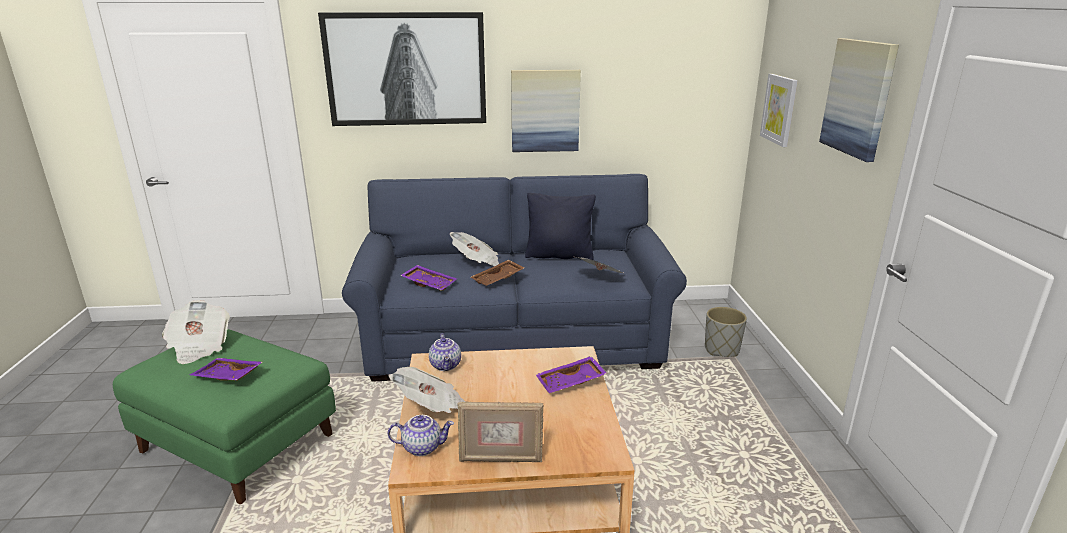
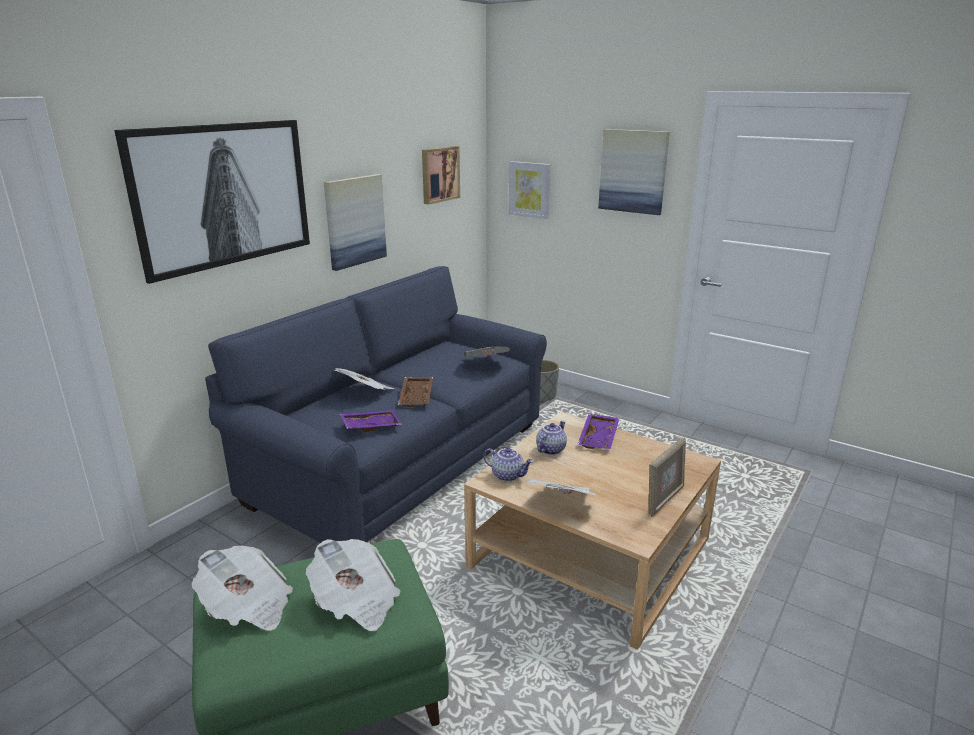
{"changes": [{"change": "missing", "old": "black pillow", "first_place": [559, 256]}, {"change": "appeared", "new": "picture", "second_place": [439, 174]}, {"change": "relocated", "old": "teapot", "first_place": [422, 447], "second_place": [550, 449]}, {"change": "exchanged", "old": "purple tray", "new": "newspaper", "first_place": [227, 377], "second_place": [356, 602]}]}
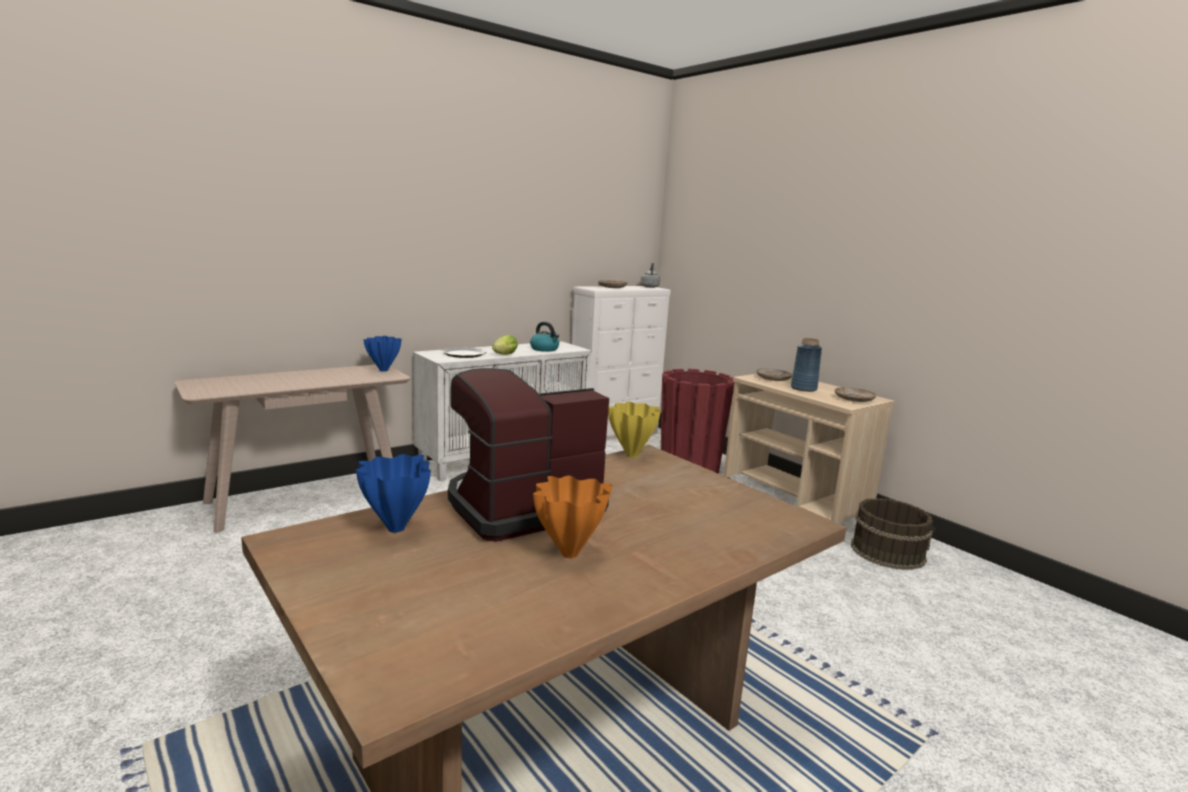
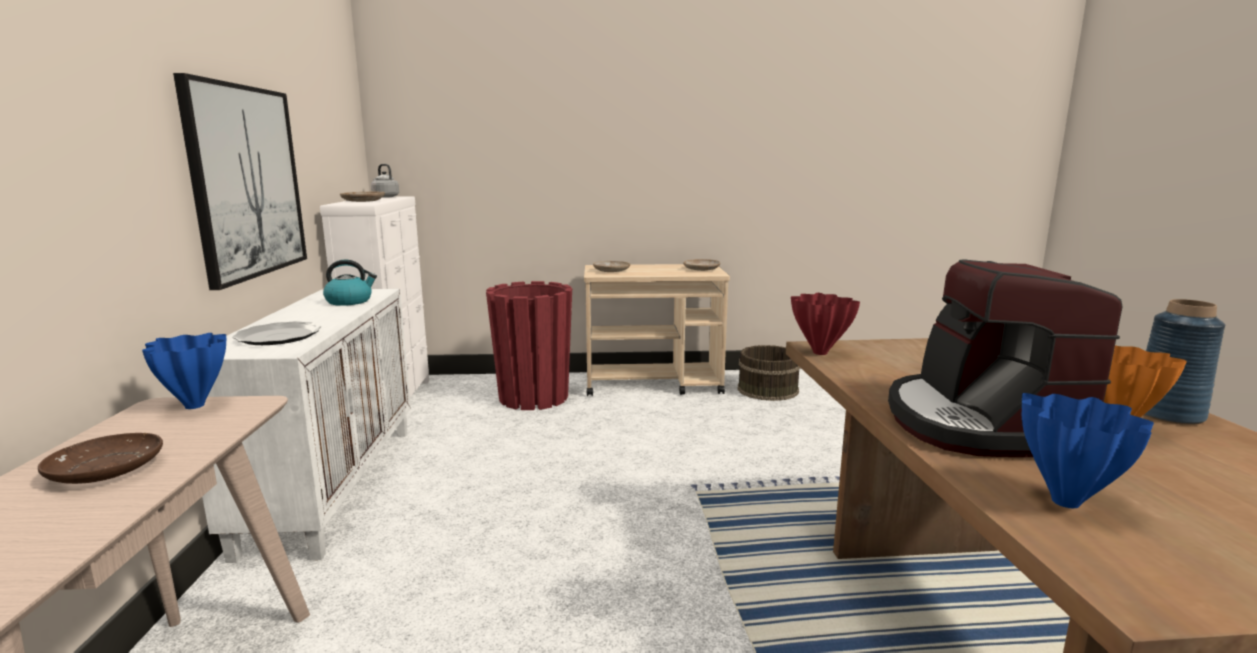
{"changes": [{"change": "missing", "old": "lettuce", "first_place": [503, 355]}, {"change": "appeared", "new": "brown plate", "second_place": [106, 470]}, {"change": "appeared", "new": "picture", "second_place": [247, 182]}, {"change": "relocated", "old": "blue vase", "first_place": [803, 388], "second_place": [1168, 414]}, {"change": "colour", "old": "yellow vase", "new": "red vase", "first_place": [631, 455], "second_place": [818, 352]}]}
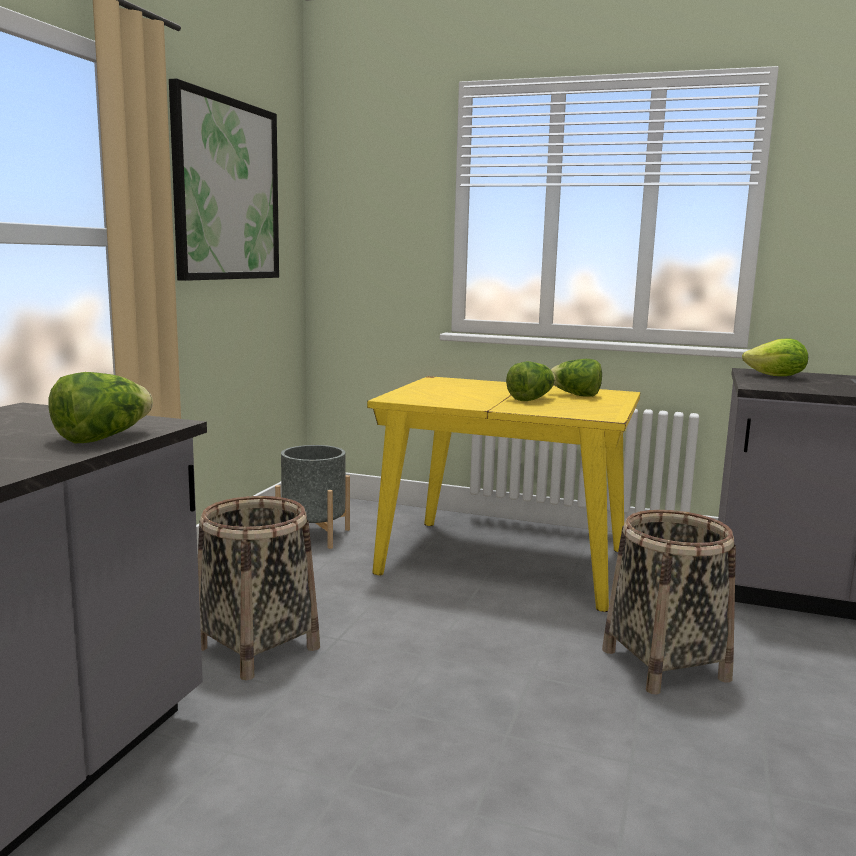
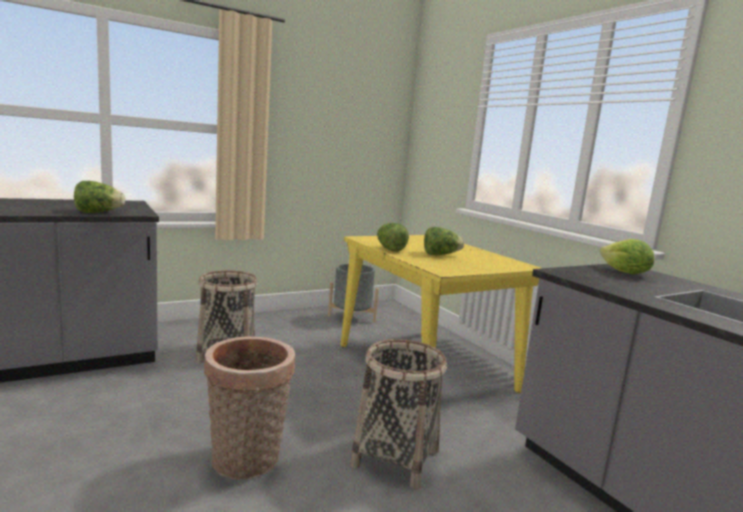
{"changes": [{"change": "missing", "old": "picture", "first_place": [227, 190]}, {"change": "appeared", "new": "basket", "second_place": [247, 462]}, {"change": "relocated", "old": "lettuce", "first_place": [575, 395], "second_place": [389, 249]}]}
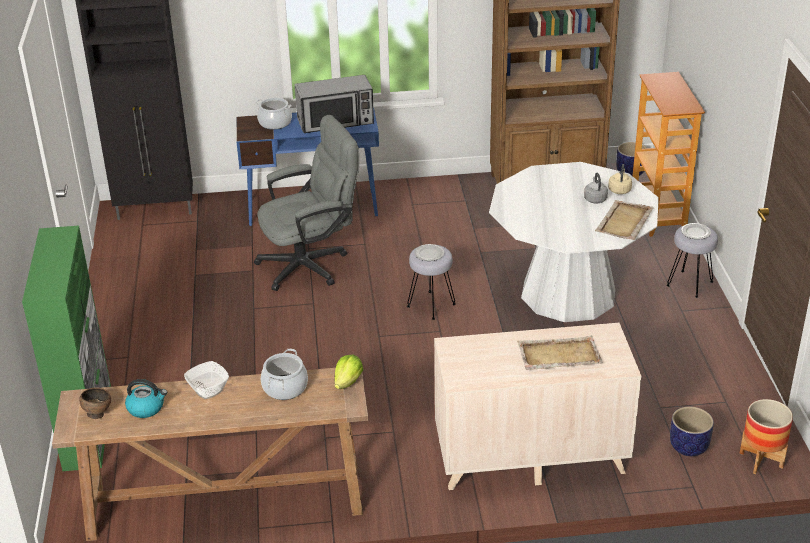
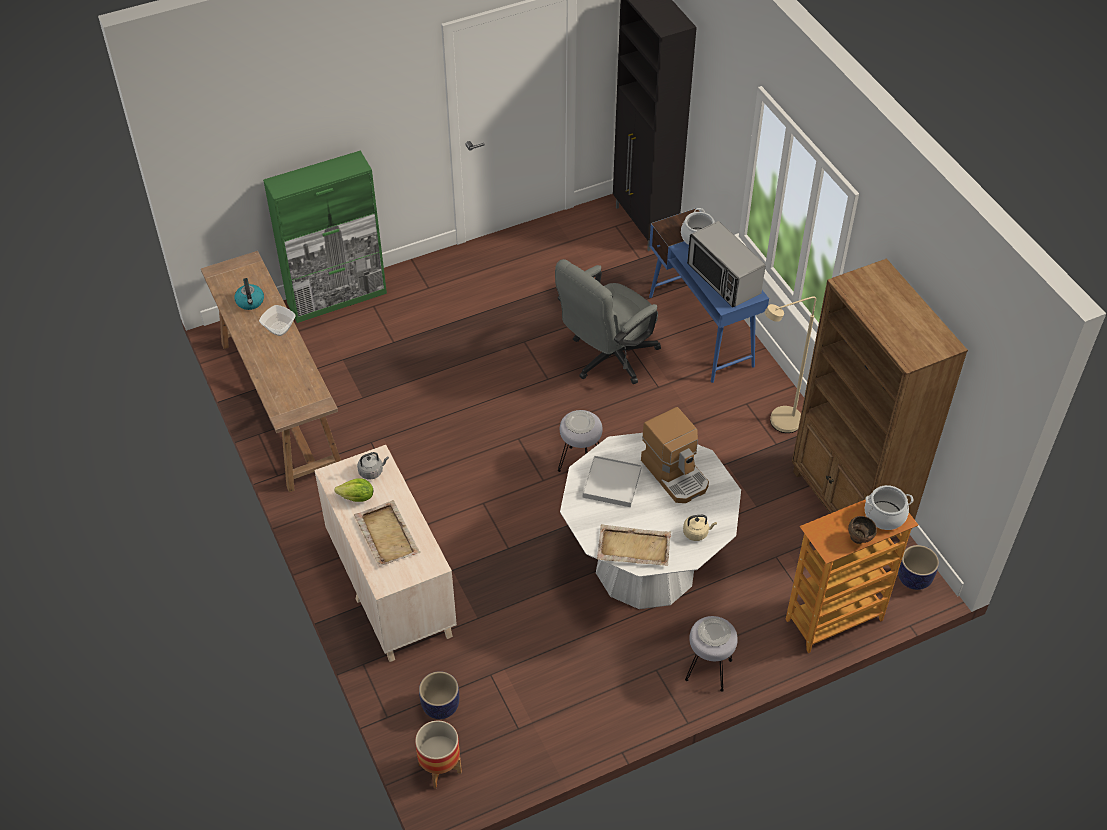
{"changes": [{"change": "appeared", "new": "white tray", "second_place": [612, 483]}, {"change": "appeared", "new": "coffee machine", "second_place": [676, 473]}, {"change": "appeared", "new": "beige floor lamp", "second_place": [777, 424]}, {"change": "relocated", "old": "brown bowl", "first_place": [97, 414], "second_place": [859, 538]}, {"change": "relocated", "old": "cooking pot", "first_place": [285, 388], "second_place": [884, 515]}, {"change": "relocated", "old": "lettuce", "first_place": [348, 382], "second_place": [357, 498]}, {"change": "relocated", "old": "grey kettle", "first_place": [595, 199], "second_place": [372, 471]}, {"change": "spun", "old": "grey office chair", "first_place": [311, 264], "second_place": [607, 359], "degrees": 90}]}
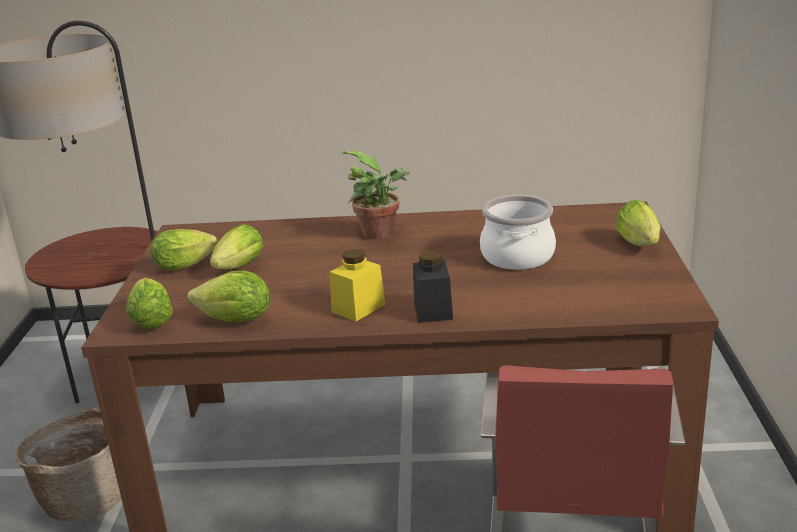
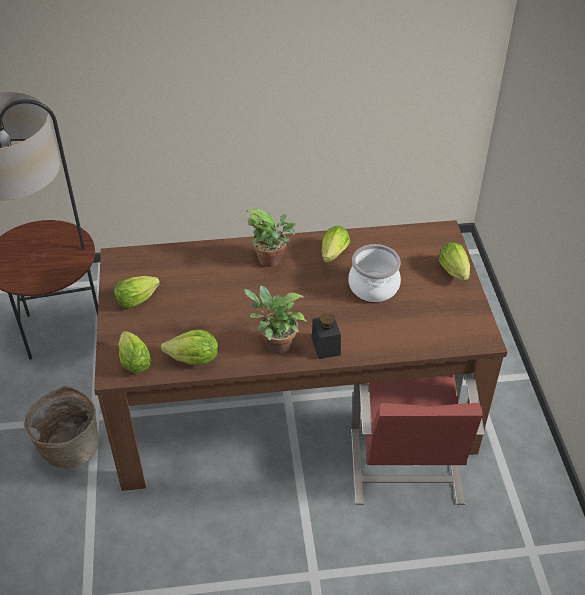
{"changes": [{"change": "relocated", "old": "lettuce", "first_place": [237, 268], "second_place": [333, 256]}, {"change": "exchanged", "old": "yellow jar", "new": "potted plant", "first_place": [358, 308], "second_place": [275, 345]}]}
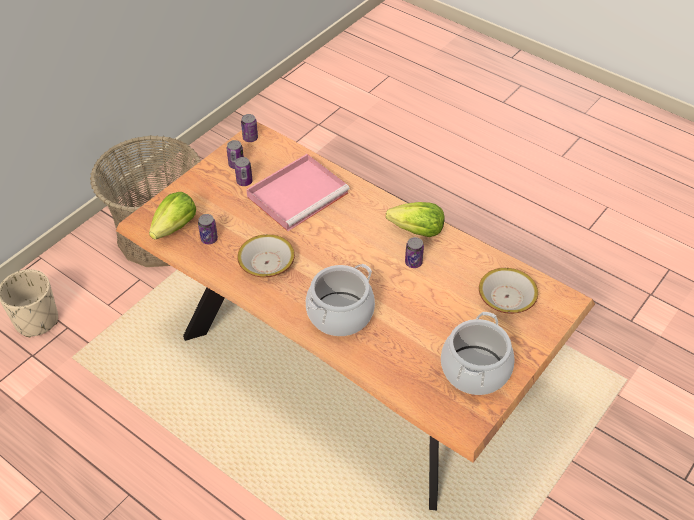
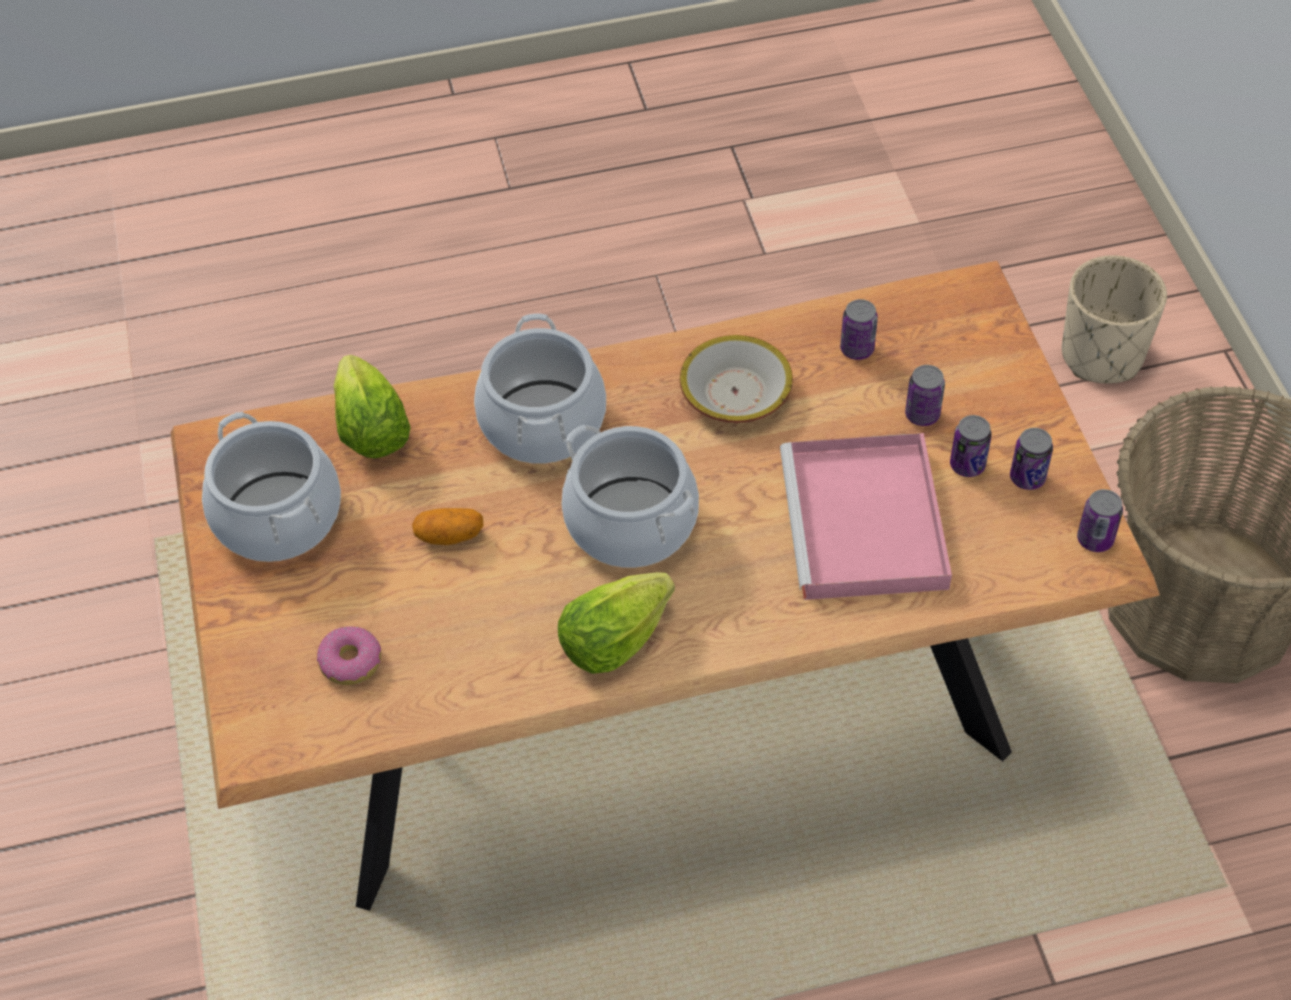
{"changes": [{"change": "appeared", "new": "potato", "second_place": [449, 535]}, {"change": "appeared", "new": "cooking pot", "second_place": [631, 522]}, {"change": "relocated", "old": "lettuce", "first_place": [175, 227], "second_place": [371, 431]}, {"change": "relocated", "old": "can", "first_place": [413, 262], "second_place": [922, 414]}, {"change": "exchanged", "old": "bowl", "new": "donut", "first_place": [506, 297], "second_place": [351, 662]}]}
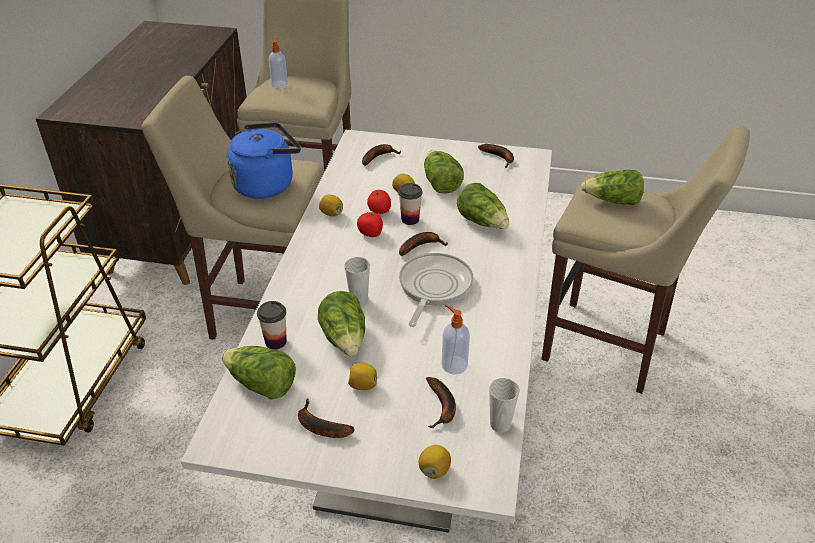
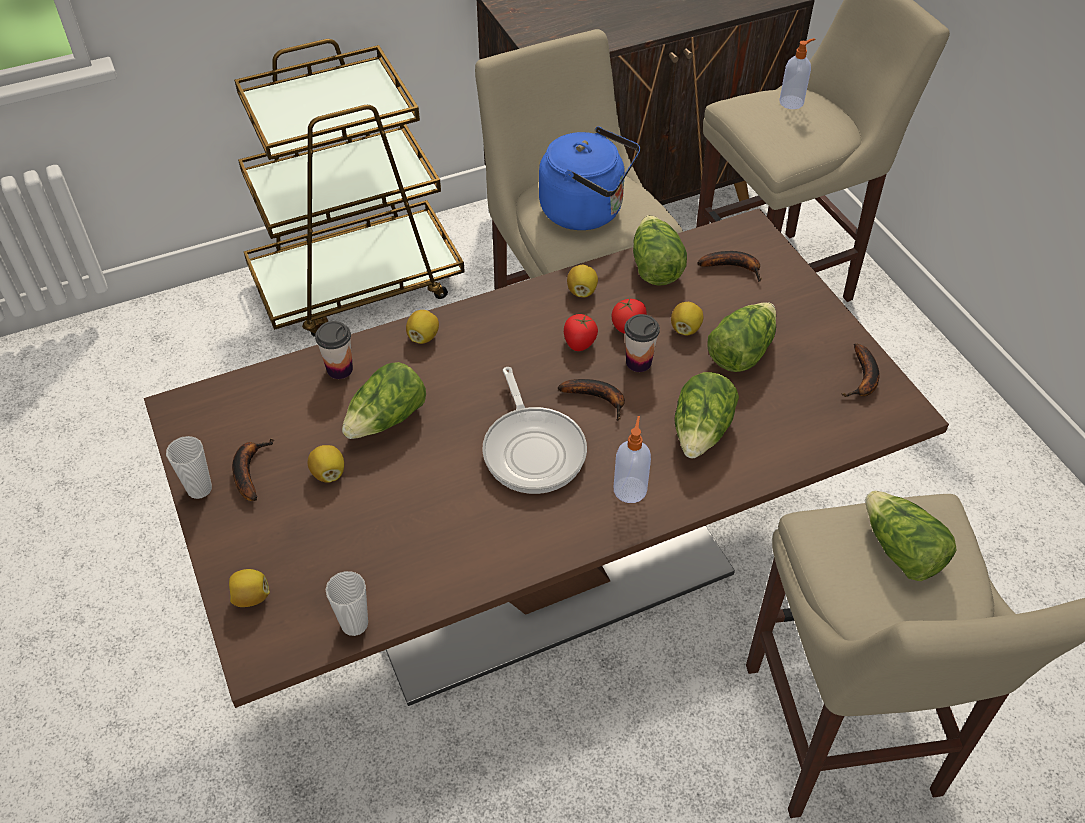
{"changes": [{"change": "missing", "old": "banana", "first_place": [442, 407]}, {"change": "appeared", "new": "lemon", "second_place": [423, 336]}, {"change": "relocated", "old": "lettuce", "first_place": [261, 384], "second_place": [655, 266]}, {"change": "relocated", "old": "cup", "first_place": [359, 299], "second_place": [199, 489]}, {"change": "relocated", "old": "soap dispenser", "first_place": [453, 364], "second_place": [630, 488]}, {"change": "colour", "old": "white dining table", "new": "brown dining table", "first_place": [407, 412], "second_place": [542, 571]}, {"change": "spun", "old": "frying pan", "first_place": [433, 287], "second_place": [533, 449], "degrees": 90}]}
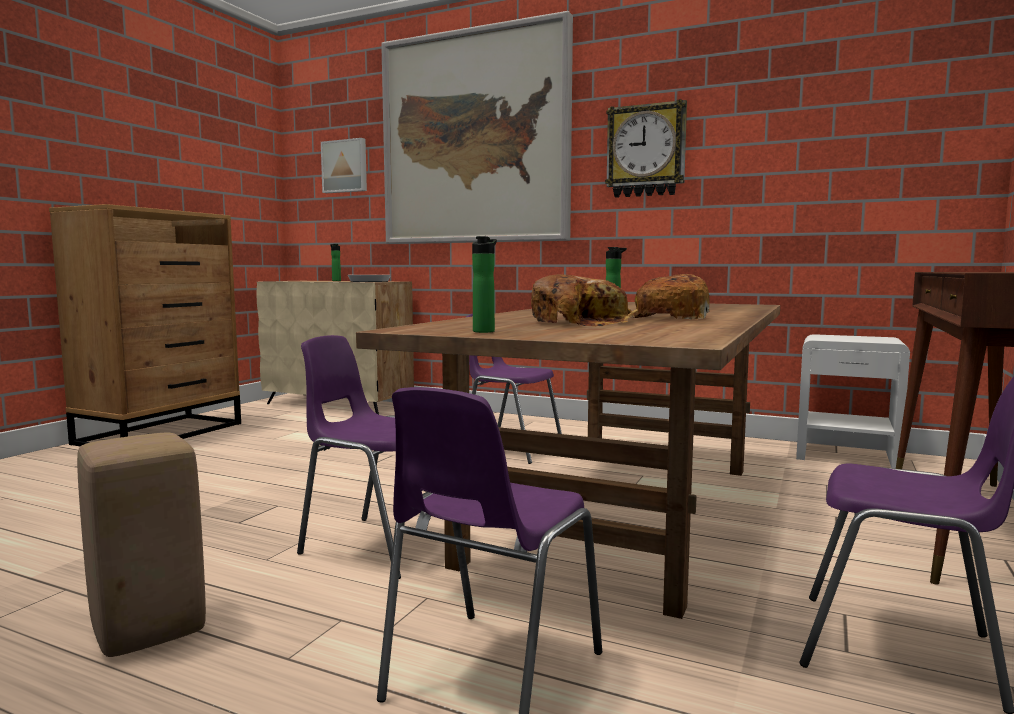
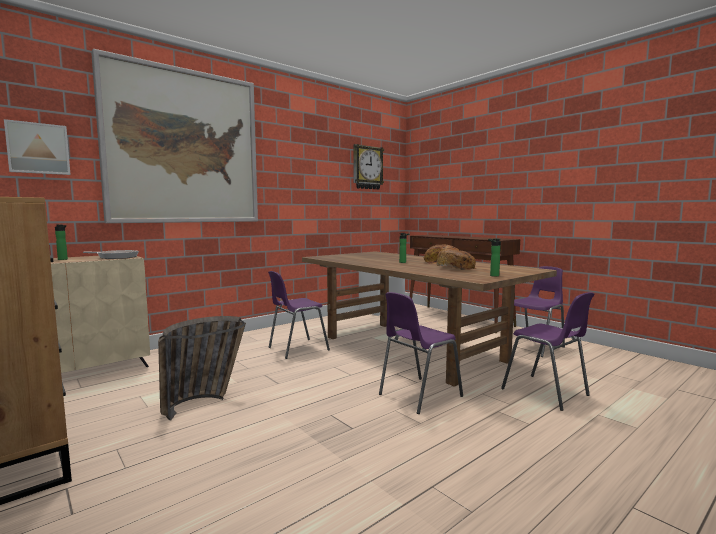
{"changes": [{"change": "missing", "old": "beige stool", "first_place": [147, 631]}, {"change": "appeared", "new": "basket", "second_place": [204, 402]}, {"change": "relocated", "old": "wall clock", "first_place": [646, 151], "second_place": [367, 167]}]}
